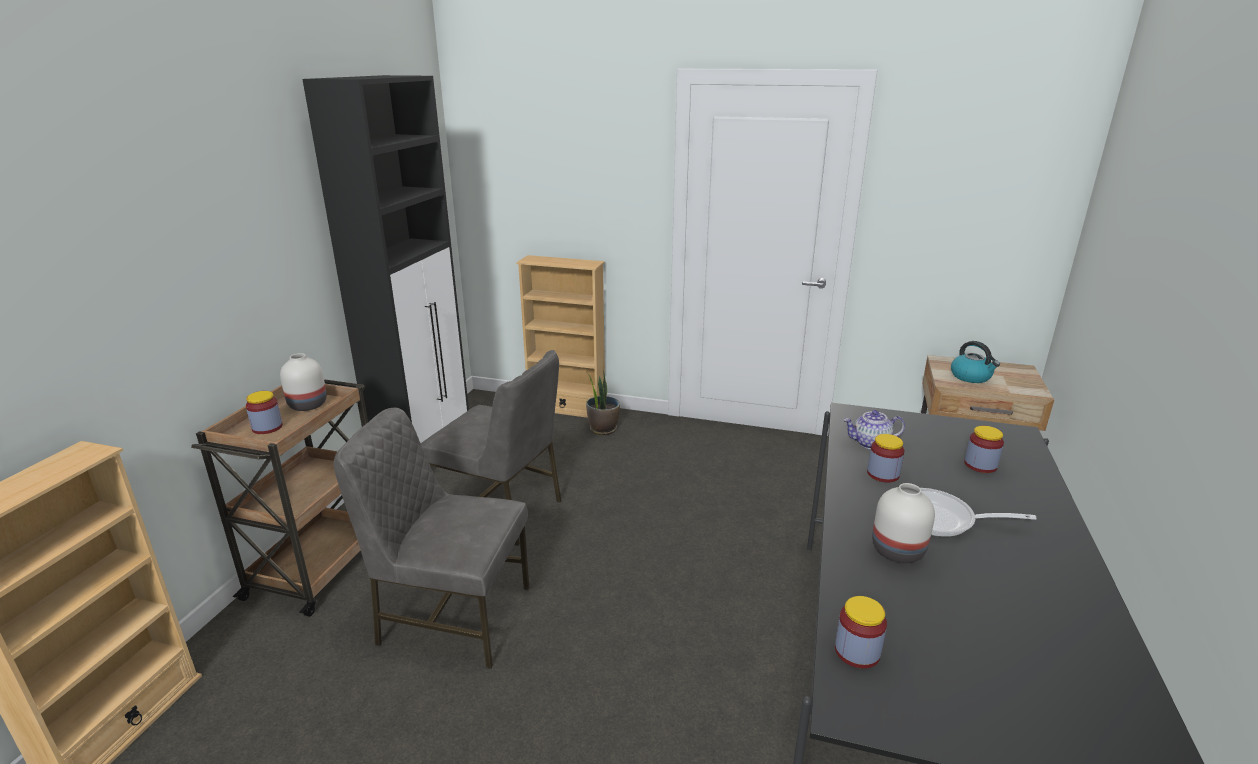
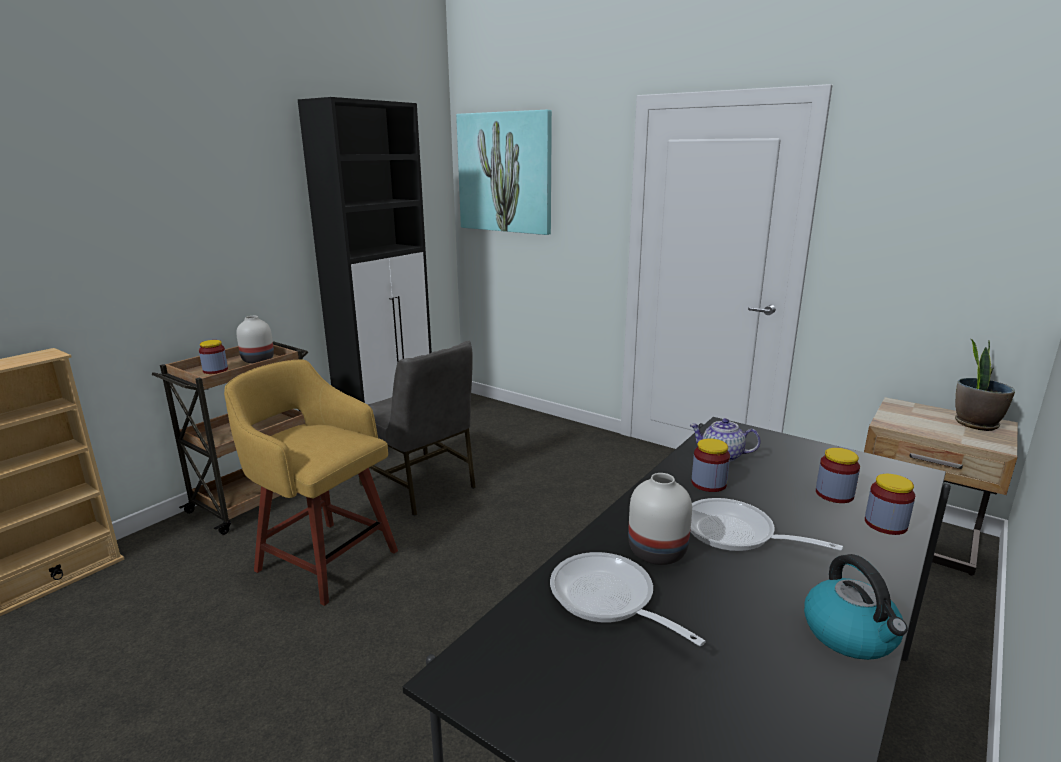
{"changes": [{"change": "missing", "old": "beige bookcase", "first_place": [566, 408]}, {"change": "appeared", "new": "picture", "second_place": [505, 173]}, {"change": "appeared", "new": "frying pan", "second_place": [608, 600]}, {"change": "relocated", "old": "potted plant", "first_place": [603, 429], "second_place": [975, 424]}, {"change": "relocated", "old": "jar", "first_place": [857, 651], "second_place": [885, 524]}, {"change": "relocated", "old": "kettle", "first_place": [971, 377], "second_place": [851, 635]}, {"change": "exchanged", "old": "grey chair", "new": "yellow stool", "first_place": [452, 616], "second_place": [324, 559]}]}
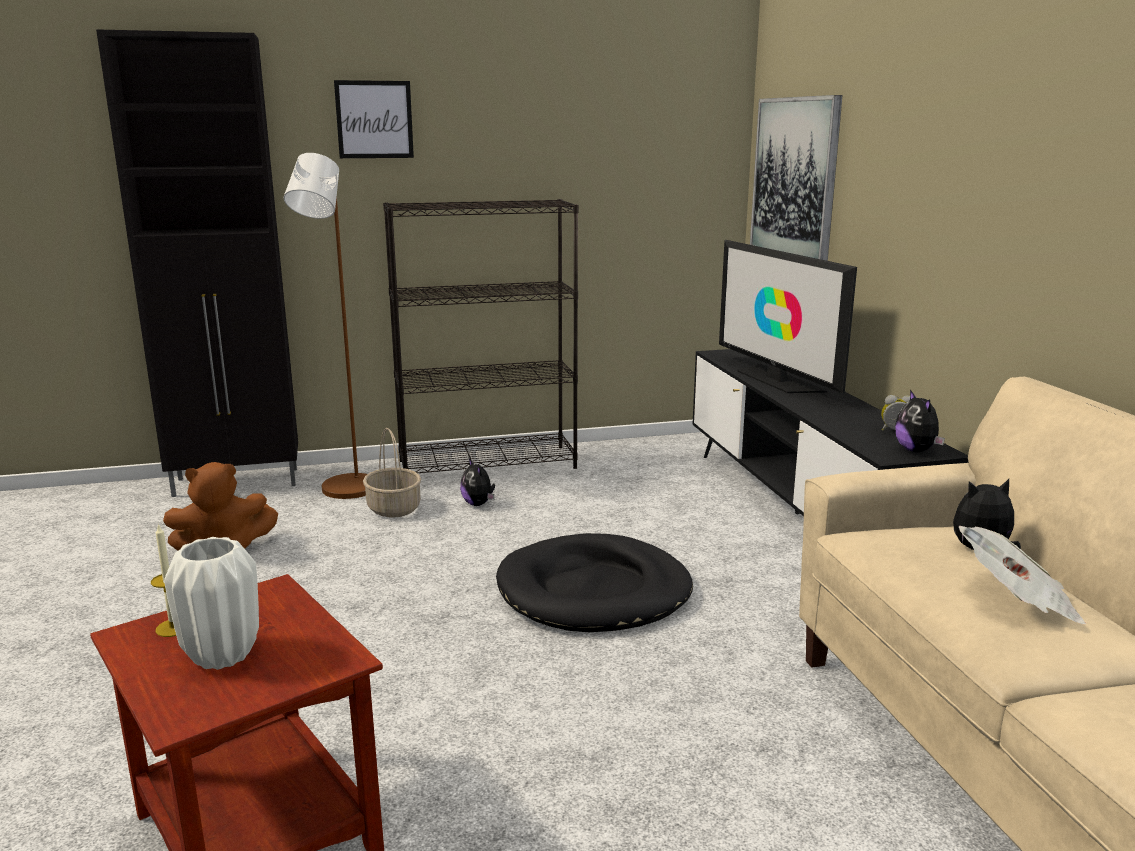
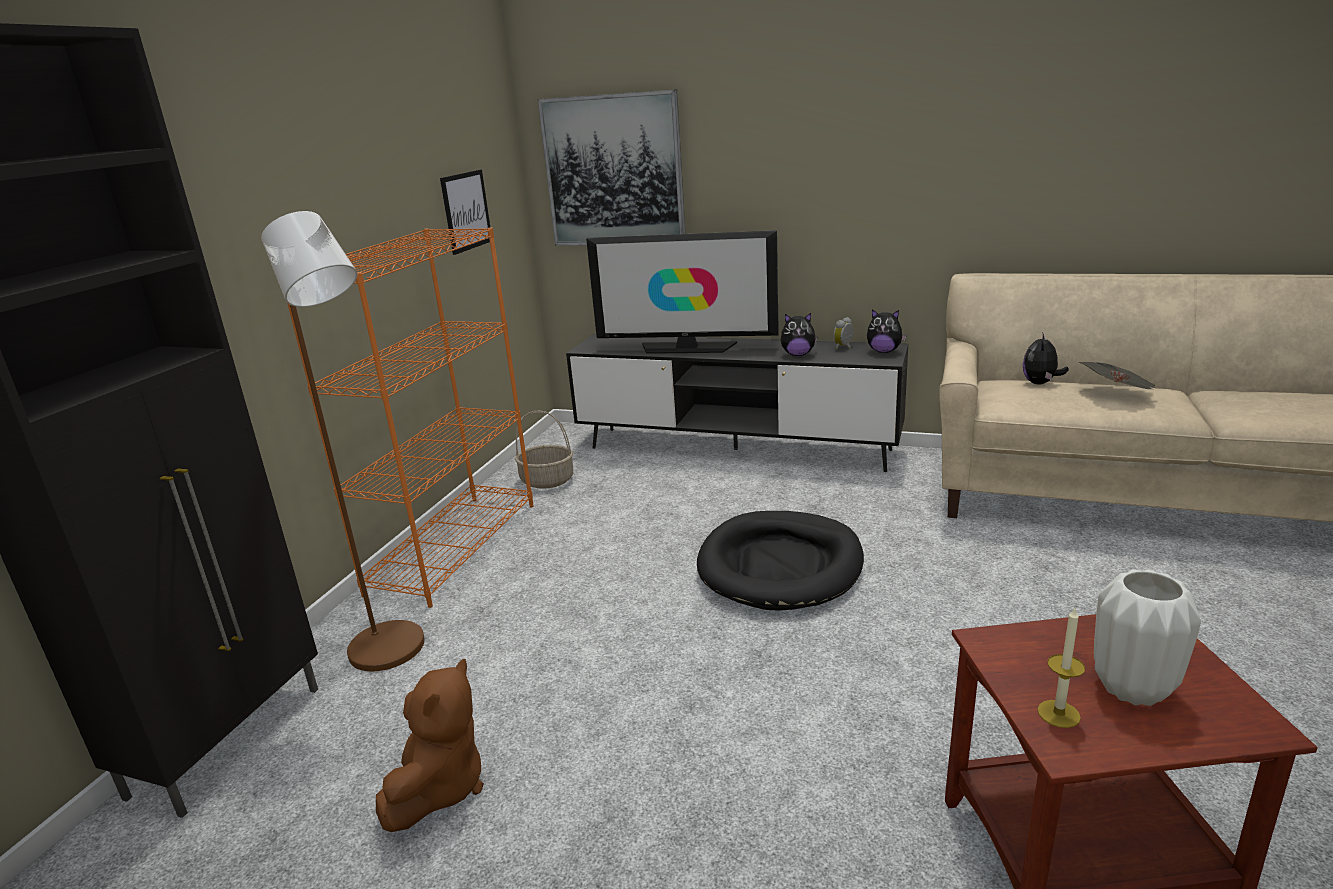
{"changes": [{"change": "relocated", "old": "picture", "first_place": [374, 119], "second_place": [466, 211]}, {"change": "relocated", "old": "basket", "first_place": [393, 508], "second_place": [546, 481]}, {"change": "relocated", "old": "plush toy", "first_place": [478, 504], "second_place": [798, 354]}, {"change": "colour", "old": "black bookcase", "new": "orange bookcase", "first_place": [488, 464], "second_place": [455, 546]}]}
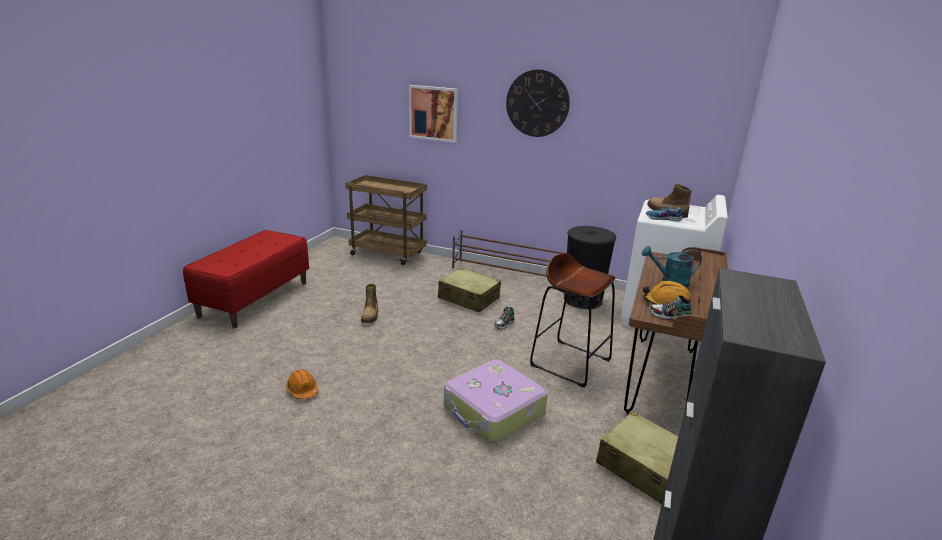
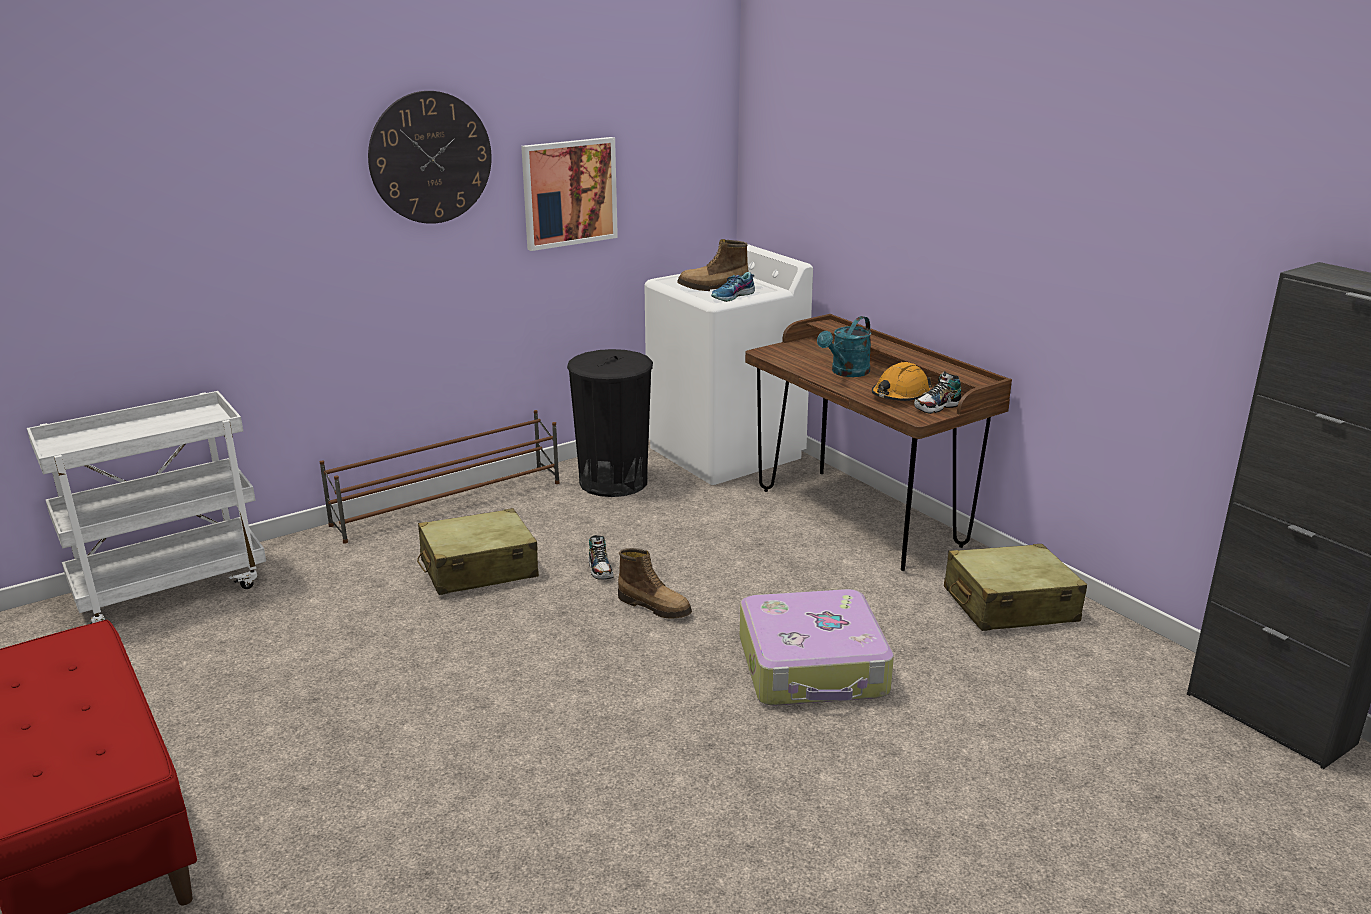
{"changes": [{"change": "missing", "old": "orange hard hat", "first_place": [302, 390]}, {"change": "missing", "old": "brown stool", "first_place": [570, 362]}, {"change": "relocated", "old": "boot", "first_place": [370, 316], "second_place": [655, 606]}, {"change": "relocated", "old": "picture", "first_place": [433, 113], "second_place": [569, 193]}, {"change": "colour", "old": "brown cart", "new": "white cart", "first_place": [388, 254], "second_place": [172, 588]}]}
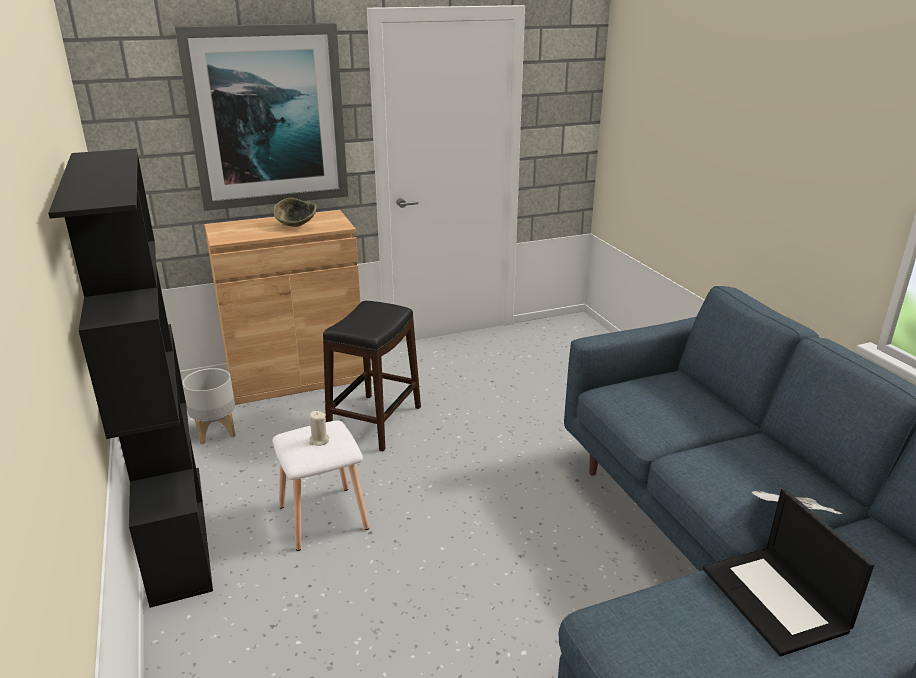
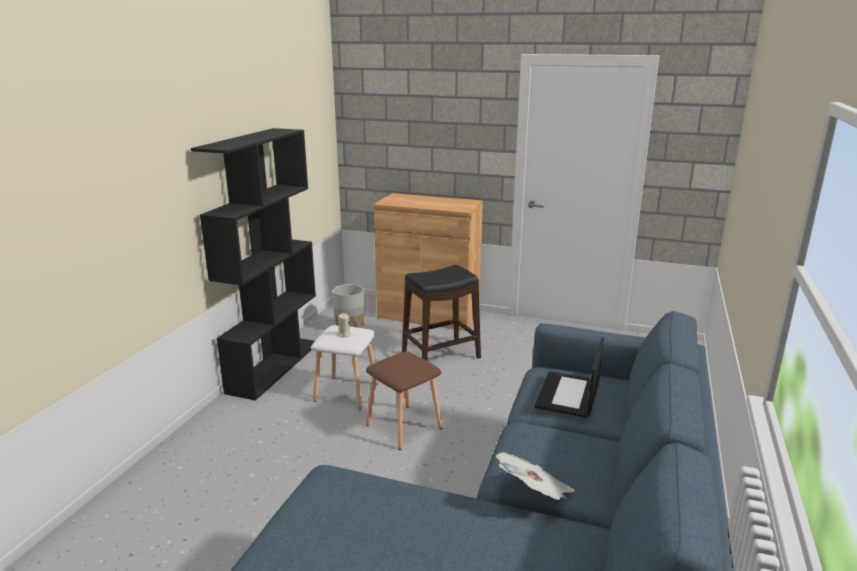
{"changes": [{"change": "missing", "old": "picture", "first_place": [267, 116]}, {"change": "missing", "old": "bowl", "first_place": [297, 227]}, {"change": "appeared", "new": "brown stool", "second_place": [404, 426]}, {"change": "relocated", "old": "laptop", "first_place": [776, 600], "second_place": [568, 395]}]}
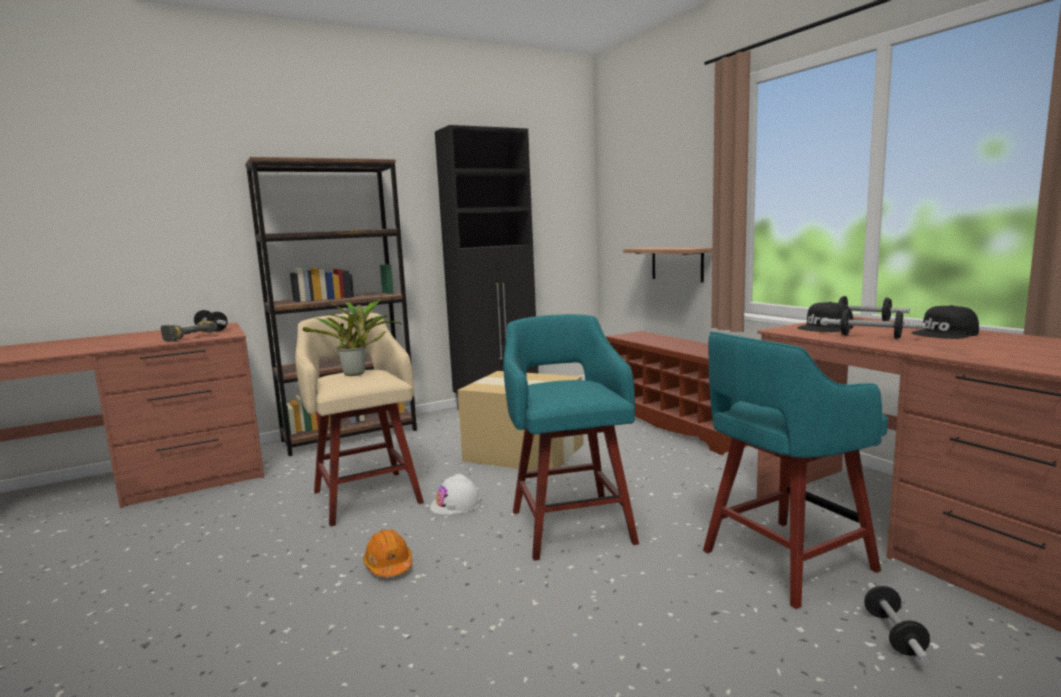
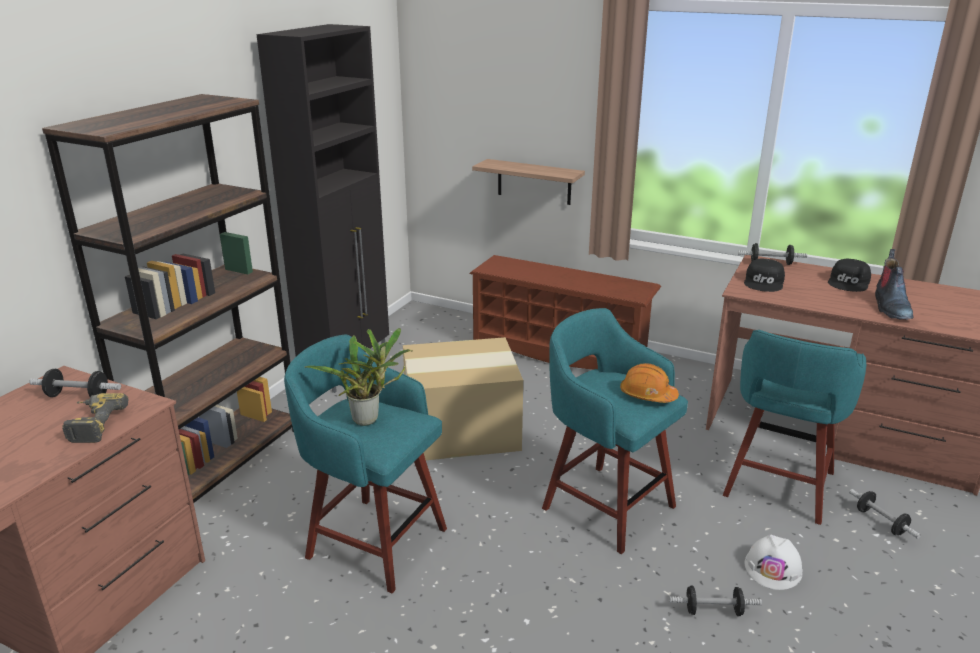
{"changes": [{"change": "appeared", "new": "boot", "second_place": [890, 307]}, {"change": "relocated", "old": "orange hard hat", "first_place": [388, 565], "second_place": [647, 395]}, {"change": "relocated", "old": "white hard hat", "first_place": [456, 504], "second_place": [773, 568]}, {"change": "relocated", "old": "dumbbell", "first_place": [870, 337], "second_place": [713, 611]}, {"change": "colour", "old": "beige stool", "new": "turquoise stool", "first_place": [366, 495], "second_place": [373, 541]}]}
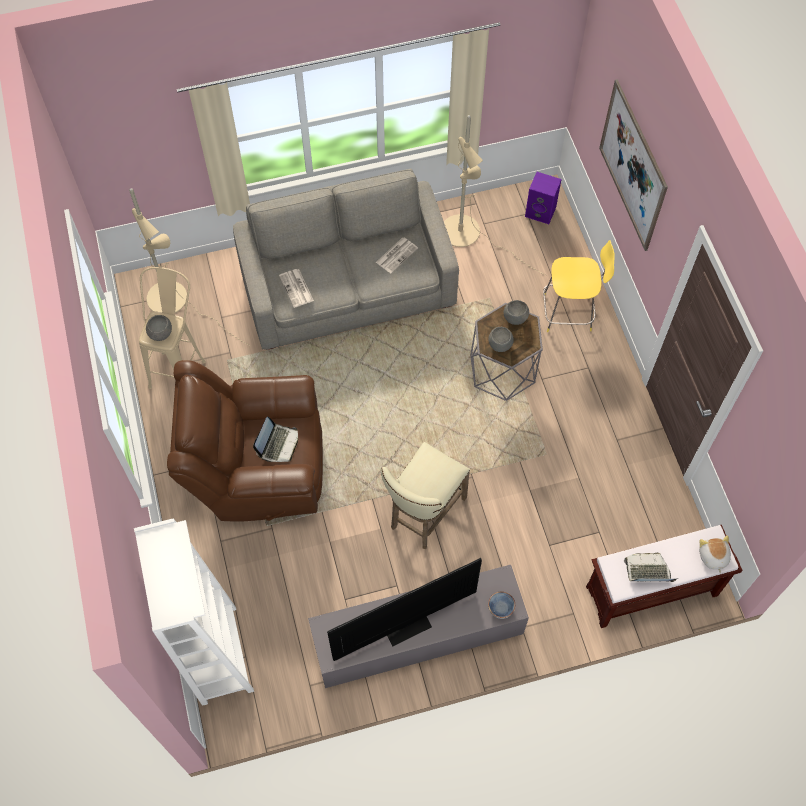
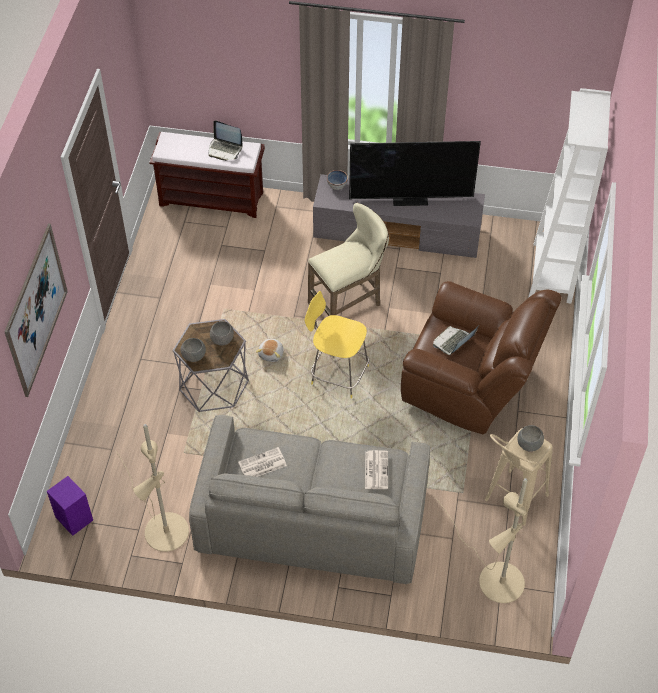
{"changes": [{"change": "relocated", "old": "yellow stool", "first_place": [569, 312], "second_place": [337, 374]}, {"change": "relocated", "old": "plush toy", "first_place": [713, 557], "second_place": [272, 354]}]}
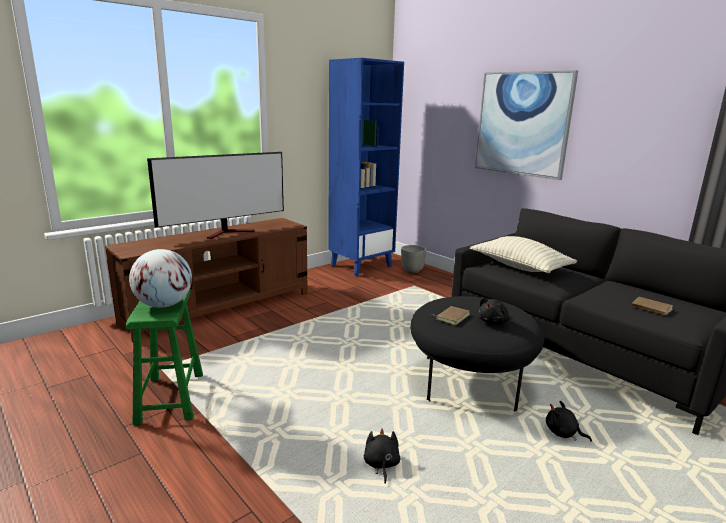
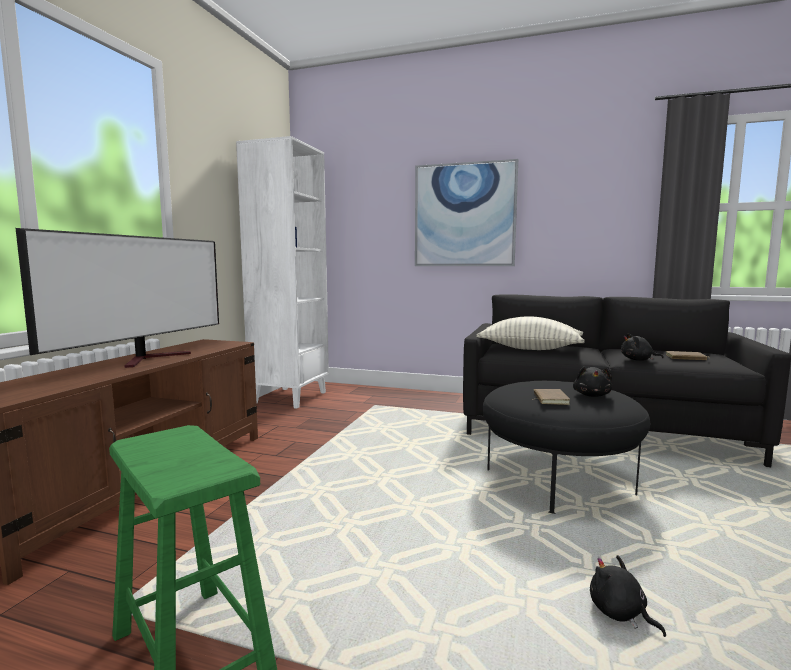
{"changes": [{"change": "missing", "old": "globe", "first_place": [164, 305]}, {"change": "missing", "old": "planter", "first_place": [412, 271]}, {"change": "relocated", "old": "black plush toy", "first_place": [563, 433], "second_place": [638, 360]}, {"change": "colour", "old": "blue bookcase", "new": "white bookcase", "first_place": [361, 265], "second_place": [290, 397]}]}
